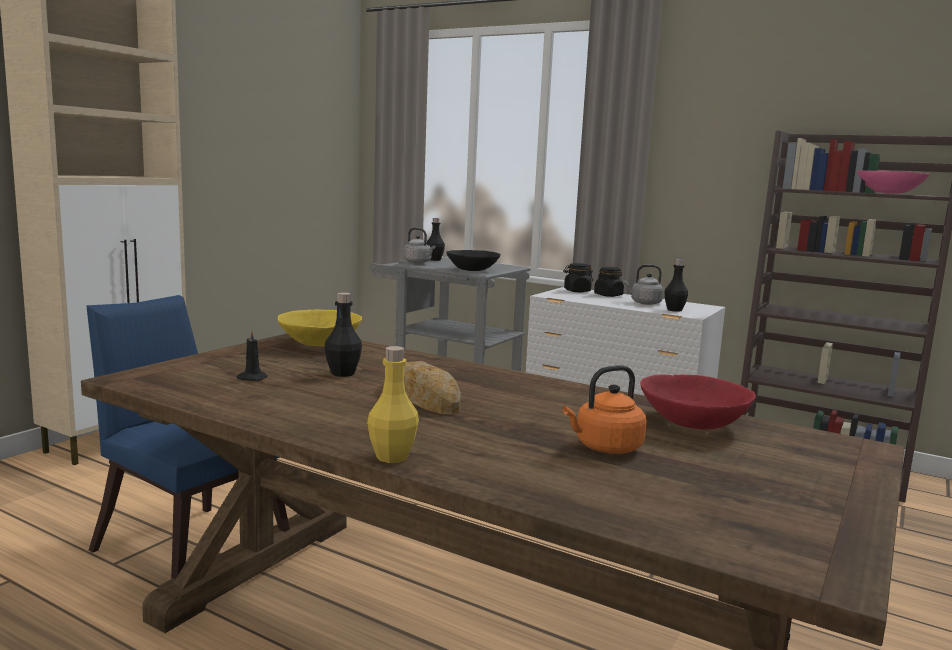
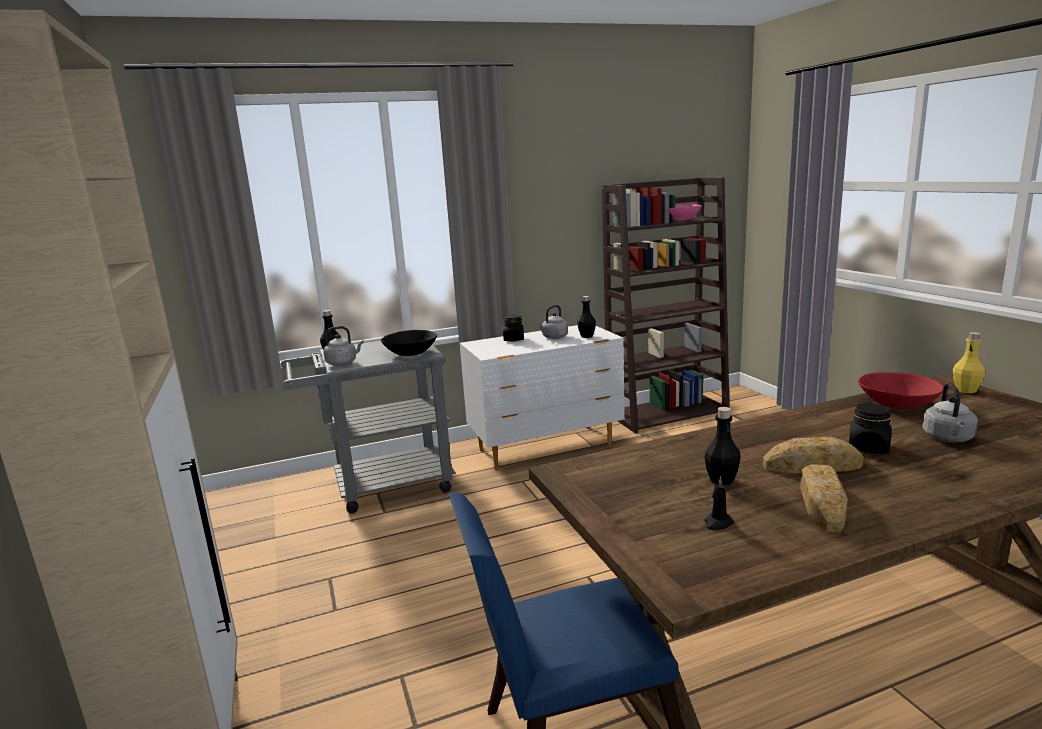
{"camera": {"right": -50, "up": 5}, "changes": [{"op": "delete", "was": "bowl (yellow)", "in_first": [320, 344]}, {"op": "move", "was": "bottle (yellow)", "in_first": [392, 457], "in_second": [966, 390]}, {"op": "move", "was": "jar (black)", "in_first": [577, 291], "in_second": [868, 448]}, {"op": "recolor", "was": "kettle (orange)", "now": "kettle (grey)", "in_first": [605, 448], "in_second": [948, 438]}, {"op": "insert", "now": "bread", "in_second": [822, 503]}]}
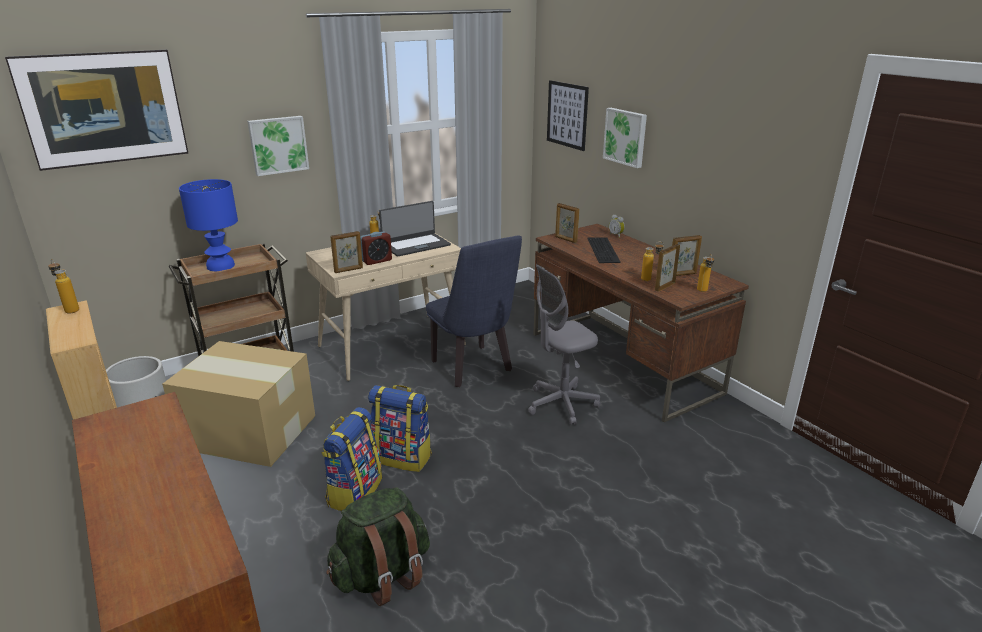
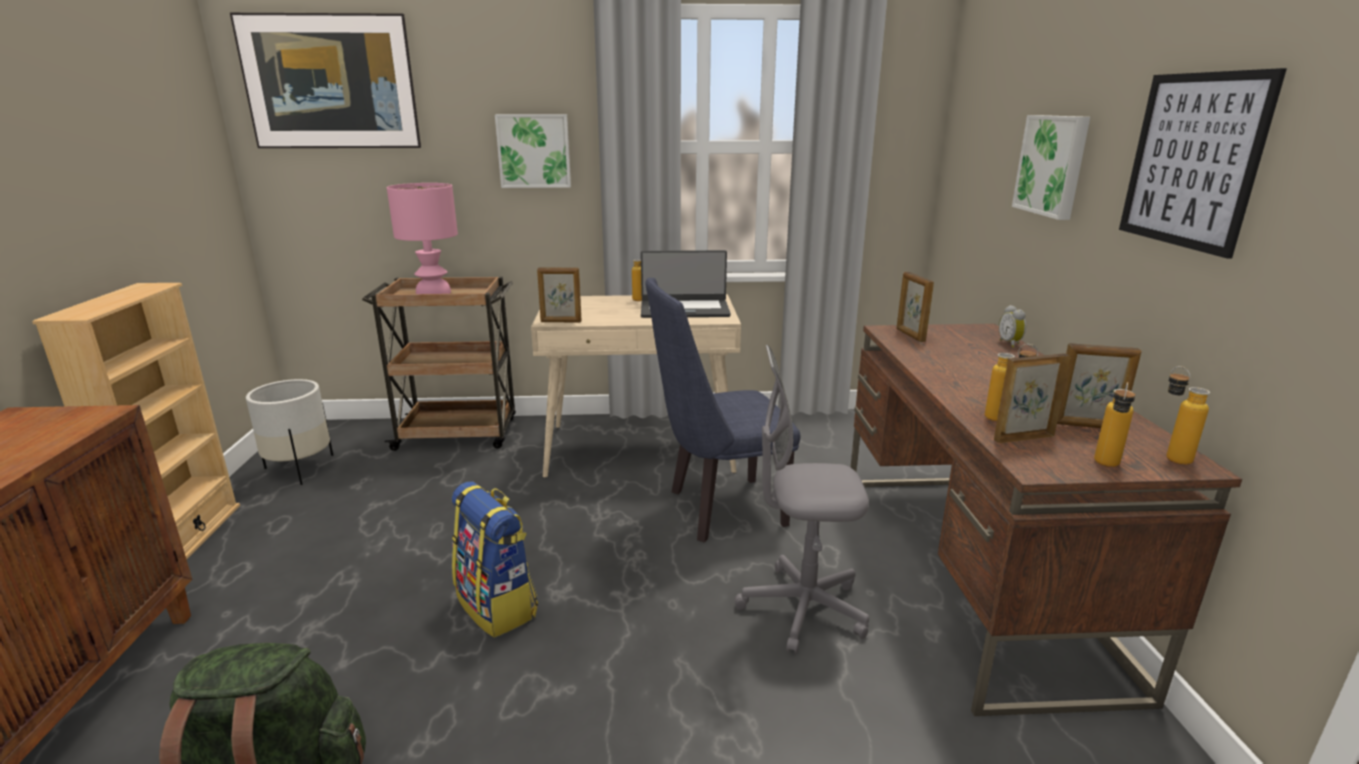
{"camera": {"right": 30, "up": -5}, "changes": [{"op": "move", "was": "bottle", "in_first": [70, 309], "in_second": [1169, 456]}, {"op": "delete", "was": "cardboard box", "in_first": [248, 431]}, {"op": "recolor", "was": "table lamp (blue)", "now": "table lamp (pink)", "in_first": [221, 266], "in_second": [434, 293]}, {"op": "delete", "was": "backpack", "in_first": [354, 491]}, {"op": "delete", "was": "alarm clock", "in_first": [377, 261]}, {"op": "rotate", "was": "chair (blue)", "in_first": [474, 369], "in_second": [717, 510], "clockwise": 75}, {"op": "move", "was": "picture", "in_first": [567, 115], "in_second": [1192, 160]}, {"op": "delete", "was": "keyboard", "in_first": [604, 250]}]}
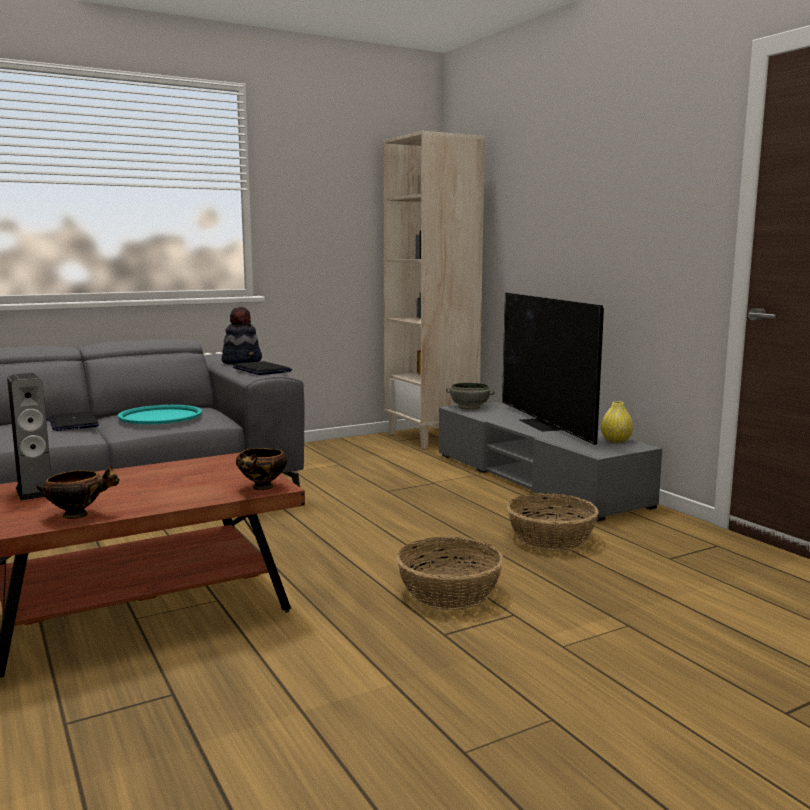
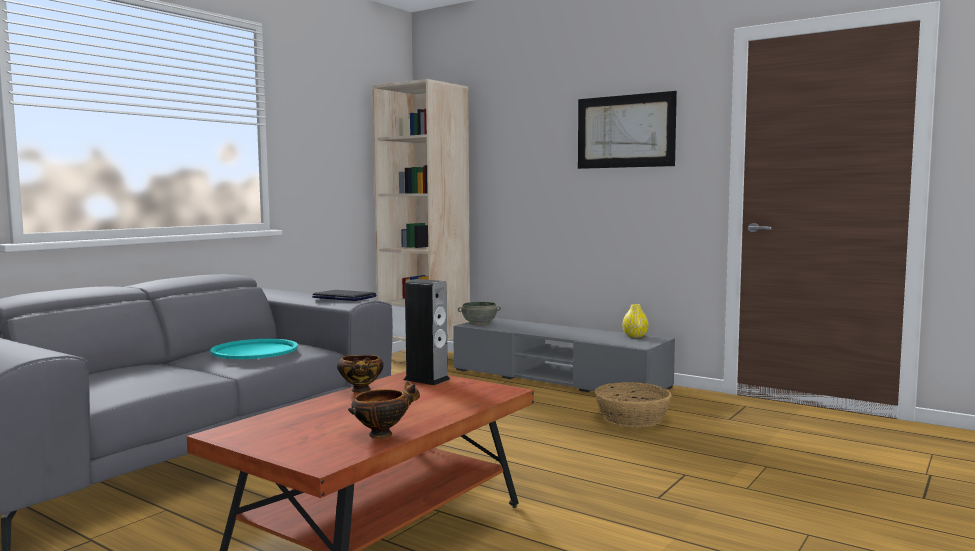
{"camera": {"right": -25, "up": -5}, "changes": [{"op": "move", "was": "speaker", "in_first": [35, 491], "in_second": [427, 379]}, {"op": "delete", "was": "laptop", "in_first": [73, 423]}, {"op": "delete", "was": "hat", "in_first": [242, 362]}, {"op": "move", "was": "bowl", "in_first": [262, 488], "in_second": [361, 390]}, {"op": "delete", "was": "basket", "in_first": [450, 592]}, {"op": "delete", "was": "television", "in_first": [544, 424]}, {"op": "insert", "now": "picture", "in_second": [625, 131]}]}
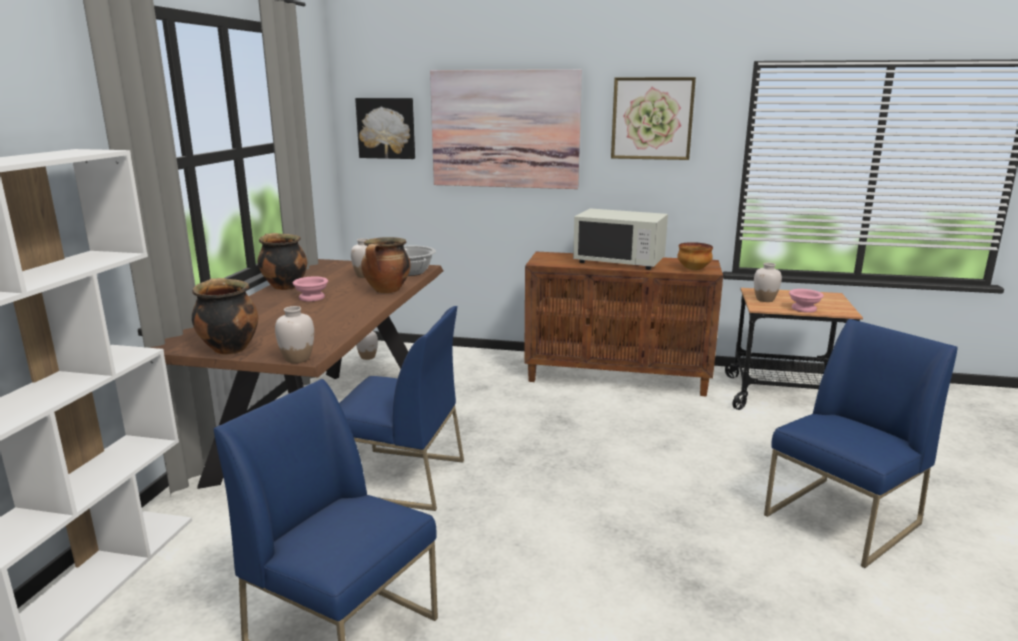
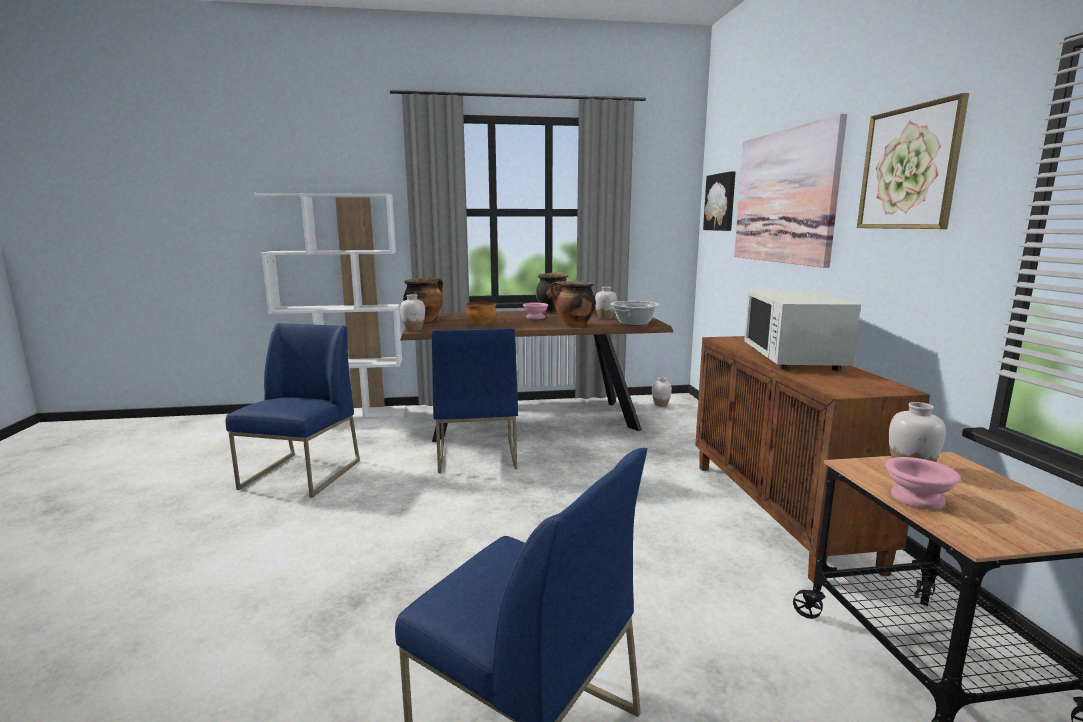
{"camera": {"right": 70, "up": -5}, "changes": [{"op": "move", "was": "bowl", "in_first": [693, 269], "in_second": [482, 325]}]}
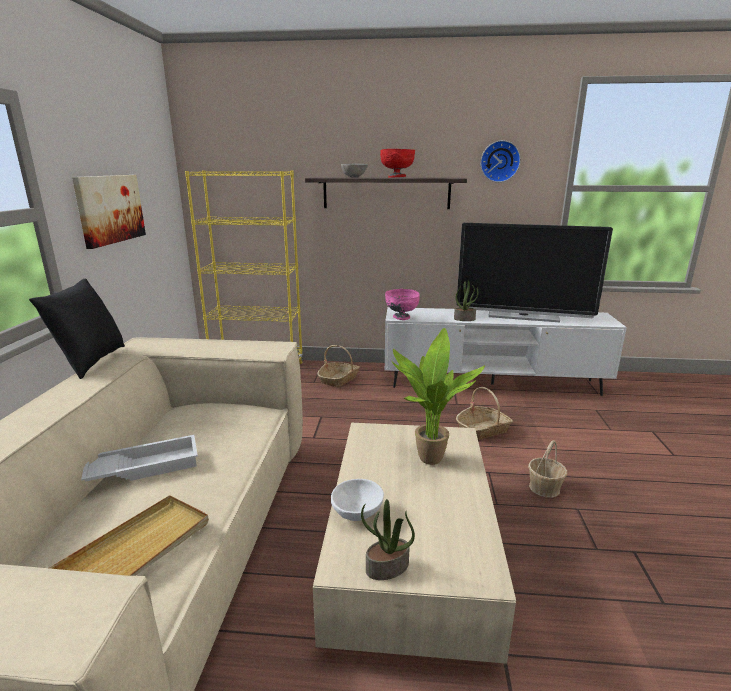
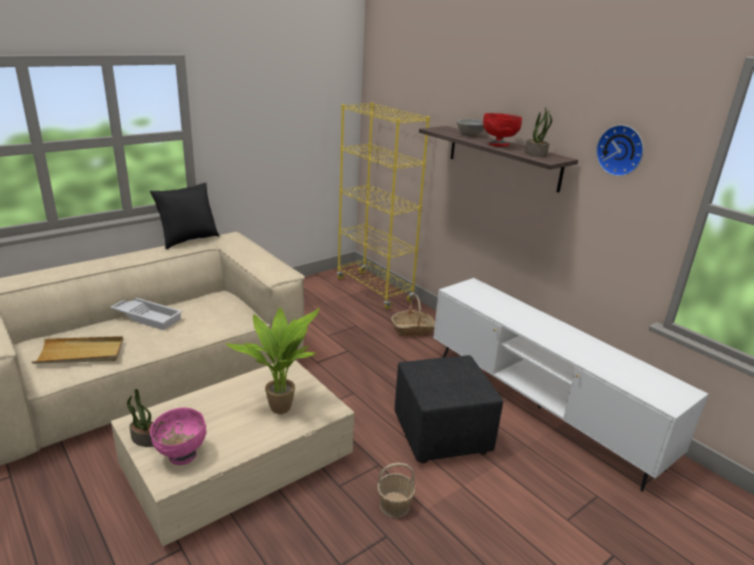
{"camera": {"right": 45, "up": 5}, "changes": [{"op": "delete", "was": "picture", "in_first": [110, 209]}, {"op": "delete", "was": "bowl (white)", "in_first": [358, 514]}, {"op": "move", "was": "bowl (pink)", "in_first": [401, 317], "in_second": [181, 456]}, {"op": "move", "was": "potted plant", "in_first": [464, 319], "in_second": [536, 154]}, {"op": "delete", "was": "television", "in_first": [523, 316]}, {"op": "replace", "was": "basket", "now": "ottoman (black)", "in_first": [483, 429], "in_second": [442, 435]}]}
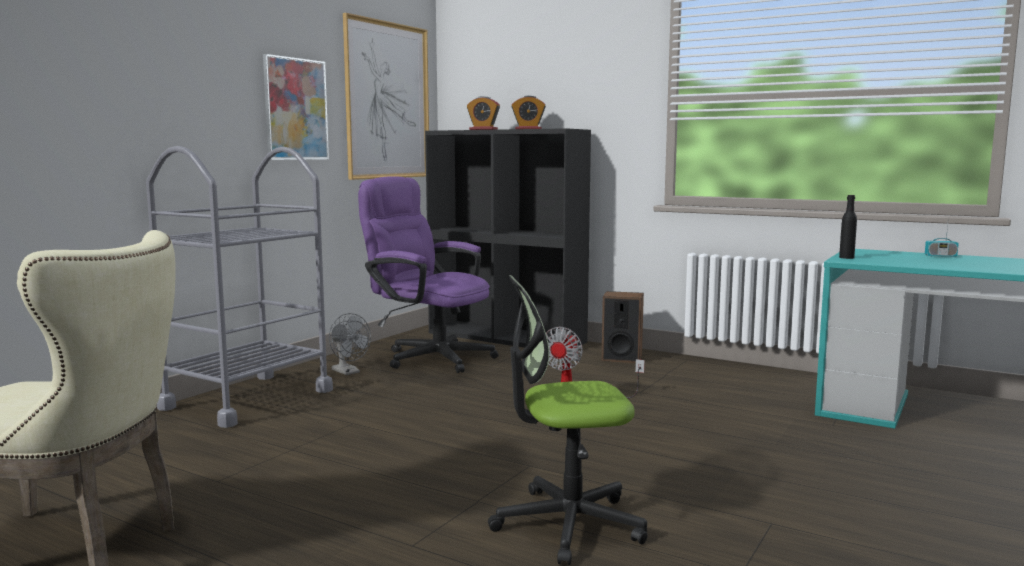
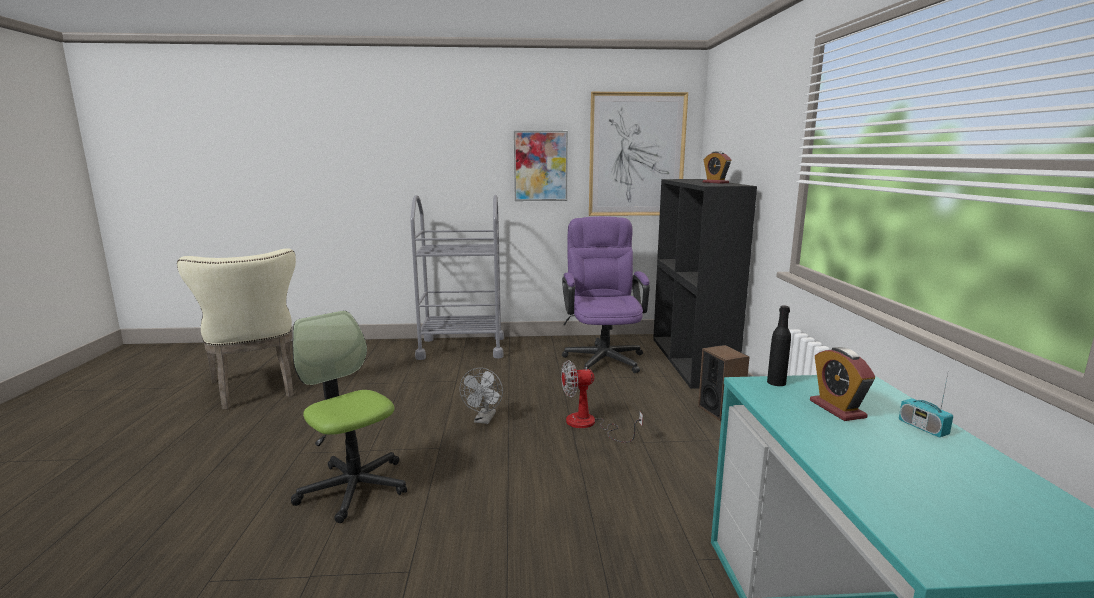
{"camera": {"right": 55, "up": 5}, "changes": [{"op": "move", "was": "fan (grey)", "in_first": [348, 372], "in_second": [484, 420]}, {"op": "move", "was": "alarm clock", "in_first": [483, 129], "in_second": [837, 409]}]}
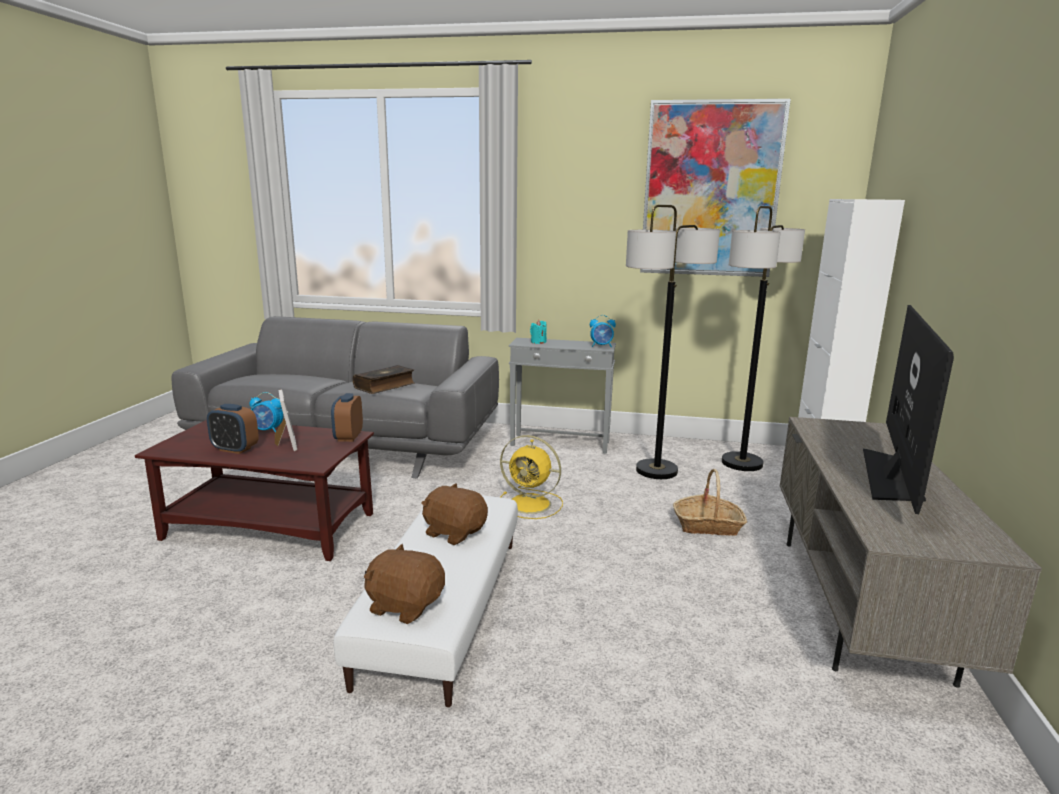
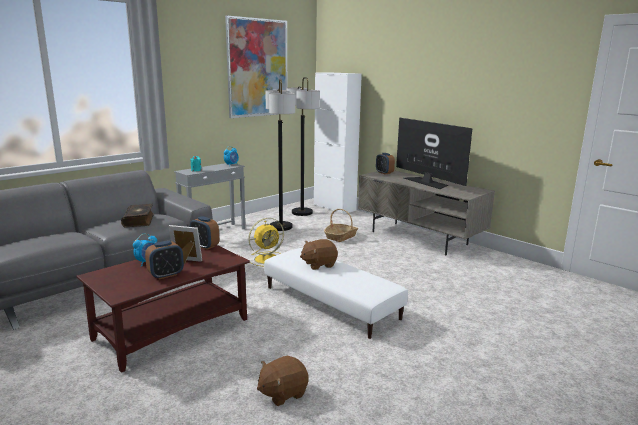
{"camera": {"right": -55, "up": 0}, "changes": [{"op": "move", "was": "plush toy (brown)", "in_first": [405, 605], "in_second": [282, 393]}, {"op": "insert", "now": "alarm clock", "in_second": [384, 173]}]}
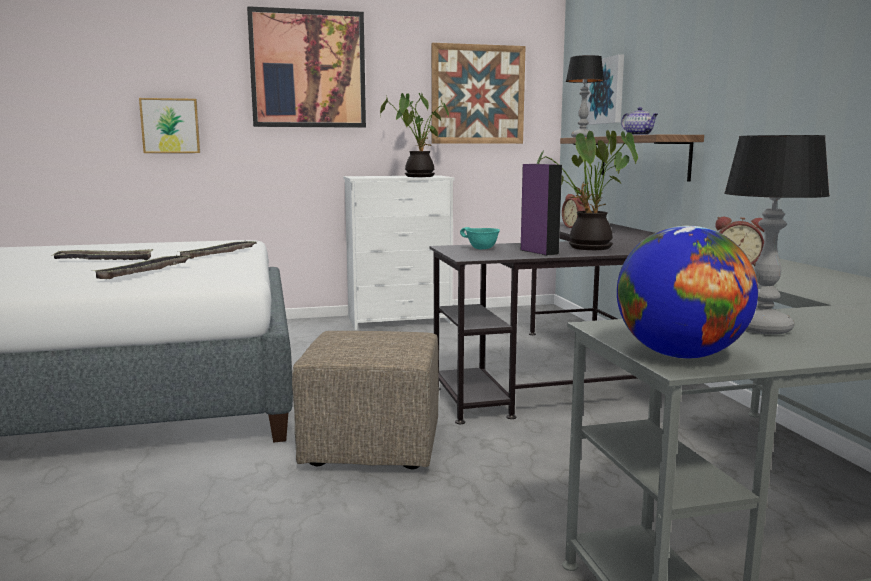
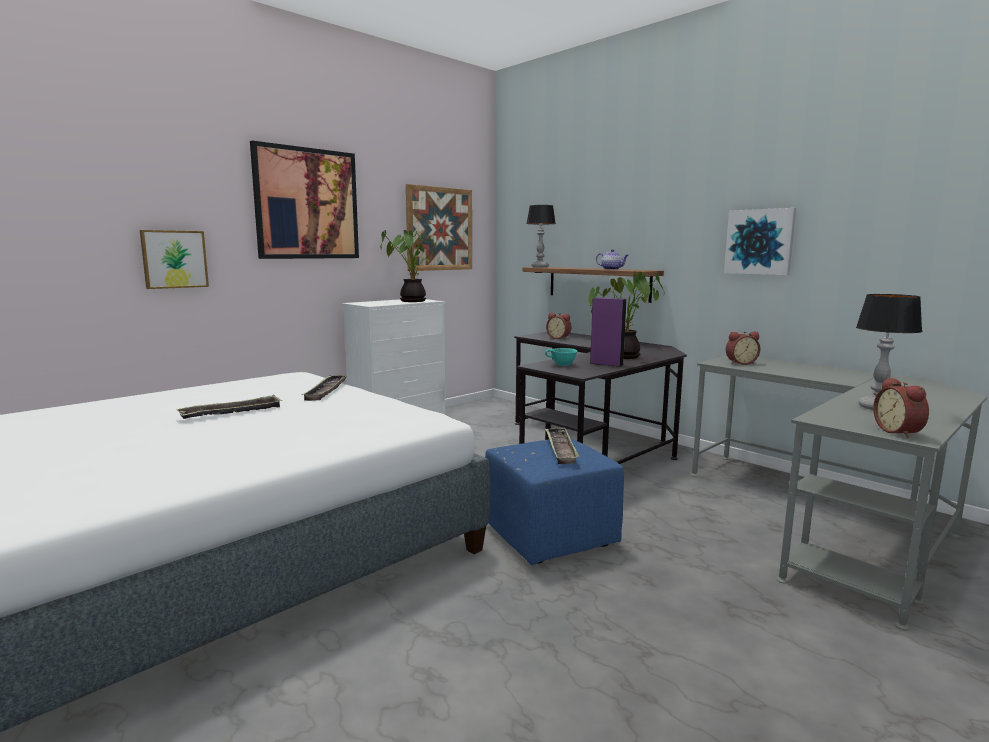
{"camera": {"right": -30, "up": 0}, "changes": [{"op": "move", "was": "tray", "in_first": [145, 271], "in_second": [560, 449]}, {"op": "recolor", "was": "ottoman (beige)", "now": "ottoman (blue)", "in_first": [374, 445], "in_second": [551, 536]}, {"op": "move", "was": "picture", "in_first": [606, 91], "in_second": [759, 242]}, {"op": "replace", "was": "globe", "now": "alarm clock", "in_first": [680, 355], "in_second": [899, 432]}]}
